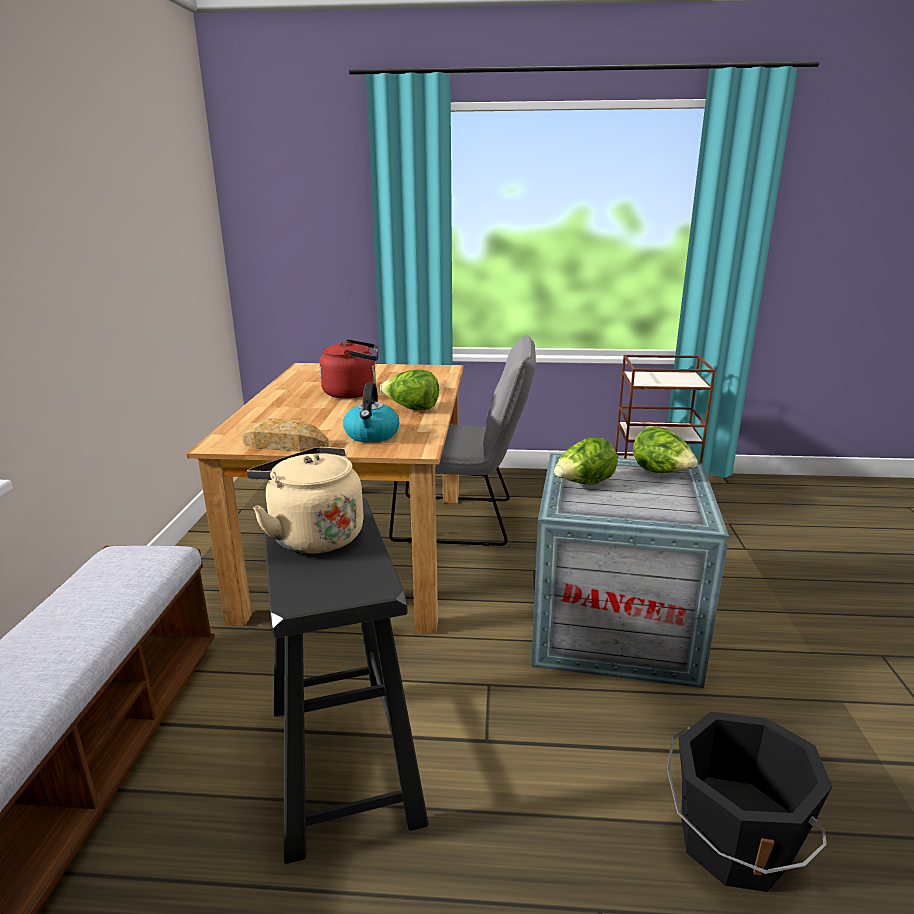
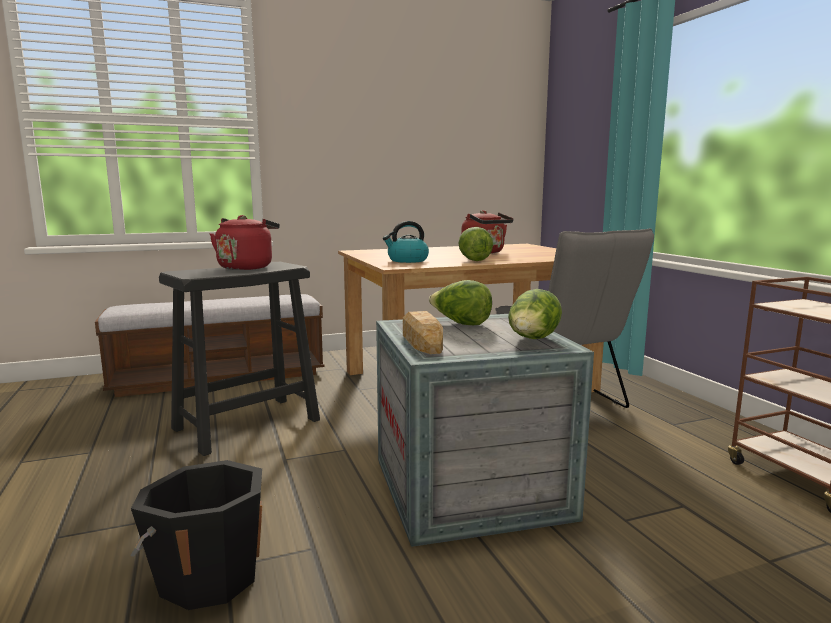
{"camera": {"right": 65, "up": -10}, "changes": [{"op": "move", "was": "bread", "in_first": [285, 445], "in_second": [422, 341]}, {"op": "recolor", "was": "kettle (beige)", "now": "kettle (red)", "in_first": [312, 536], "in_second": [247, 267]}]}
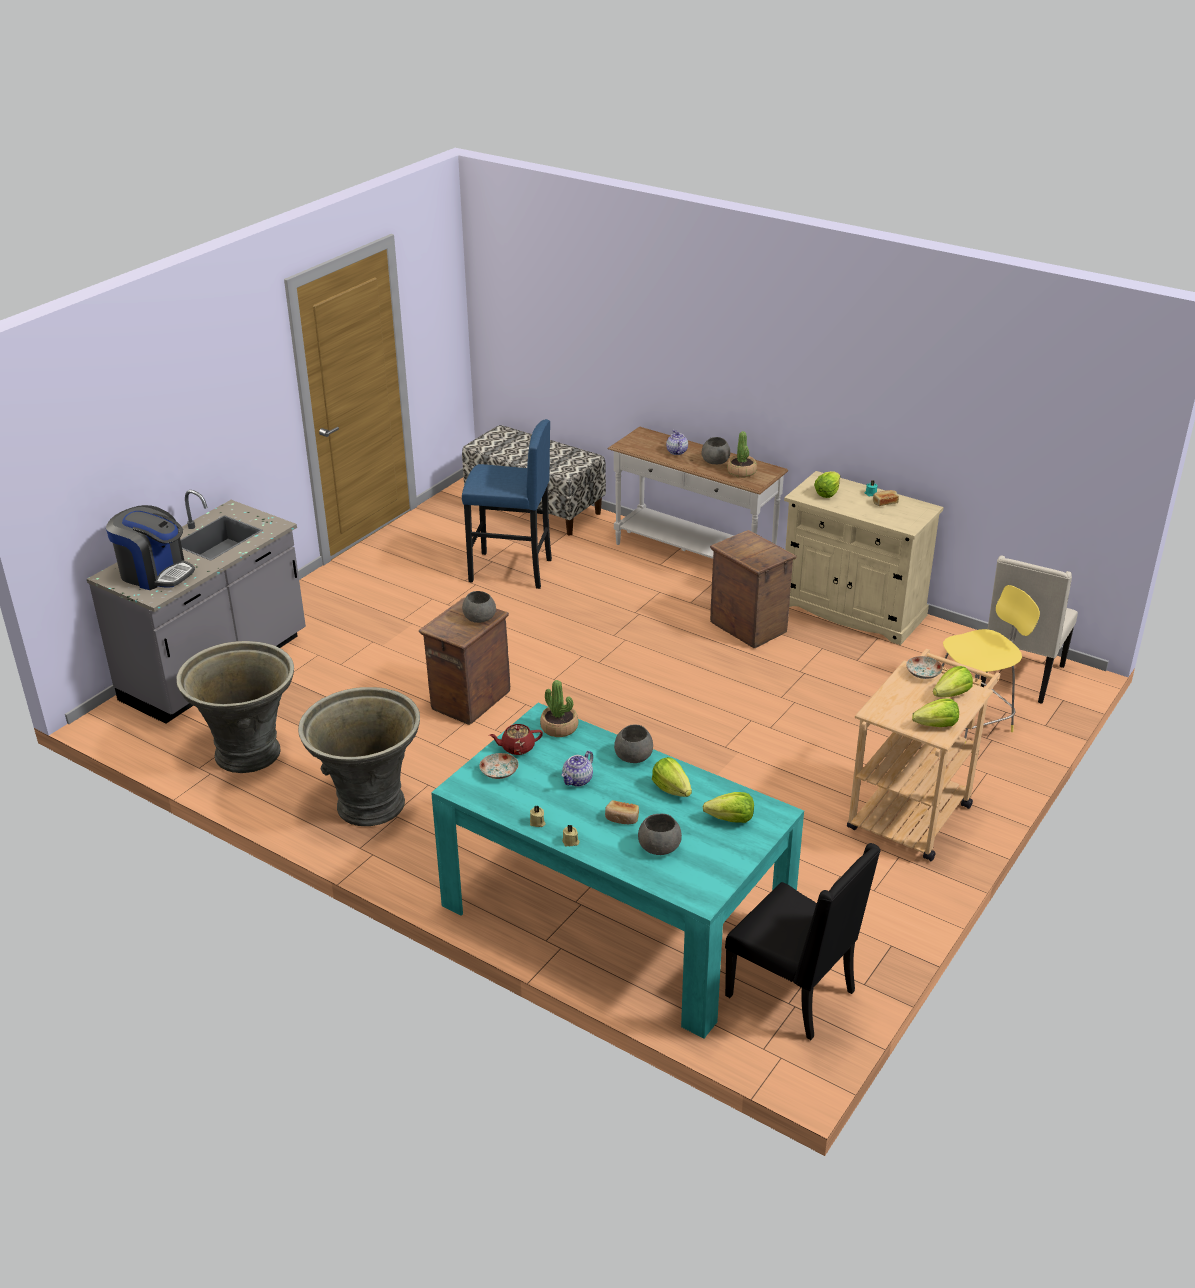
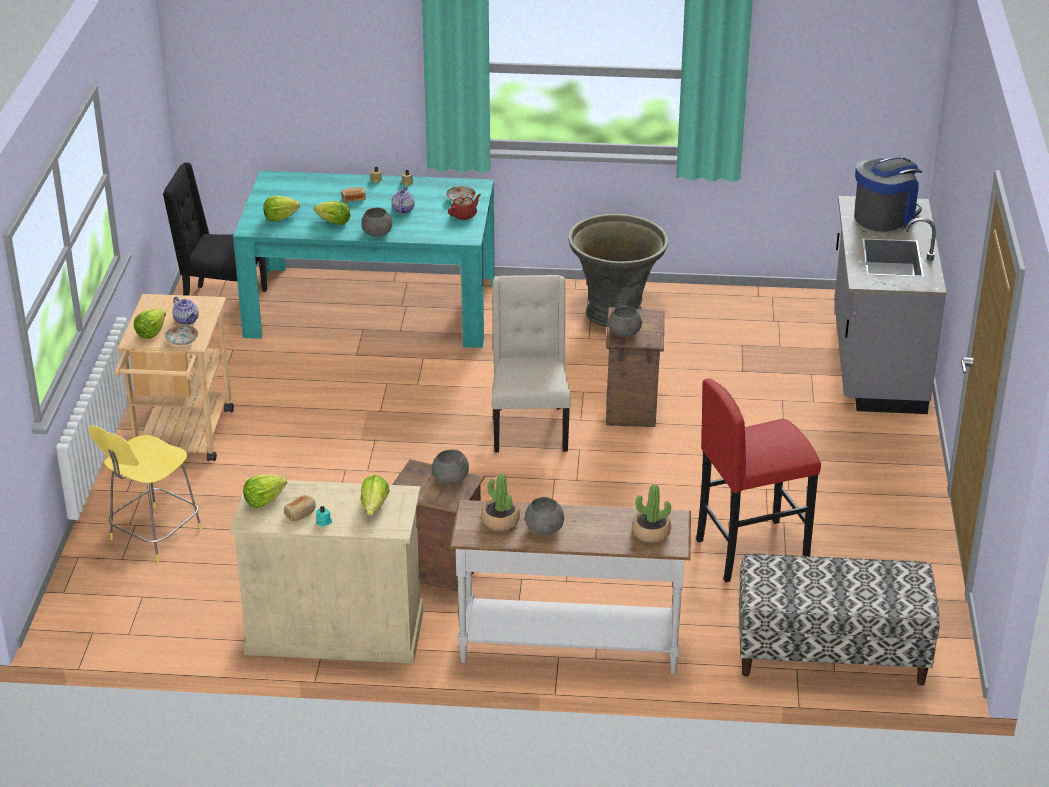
{"camera": {"right": 150, "up": 0}, "changes": [{"op": "rotate", "was": "coffee machine", "in_first": [155, 573], "in_second": [885, 217], "clockwise": 150}, {"op": "delete", "was": "planter (grey)", "in_first": [250, 753]}, {"op": "recolor", "was": "stool (blue)", "now": "stool (red)", "in_first": [510, 571], "in_second": [751, 550]}, {"op": "move", "was": "potted plant", "in_first": [559, 727], "in_second": [651, 532]}, {"op": "move", "was": "bowl (grey)", "in_first": [658, 847], "in_second": [451, 478]}, {"op": "move", "was": "teapot", "in_first": [676, 451], "in_second": [187, 320]}, {"op": "move", "was": "lettuce", "in_first": [936, 725], "in_second": [264, 500]}, {"op": "move", "was": "chair (beige)", "in_first": [1020, 677], "in_second": [529, 428]}]}
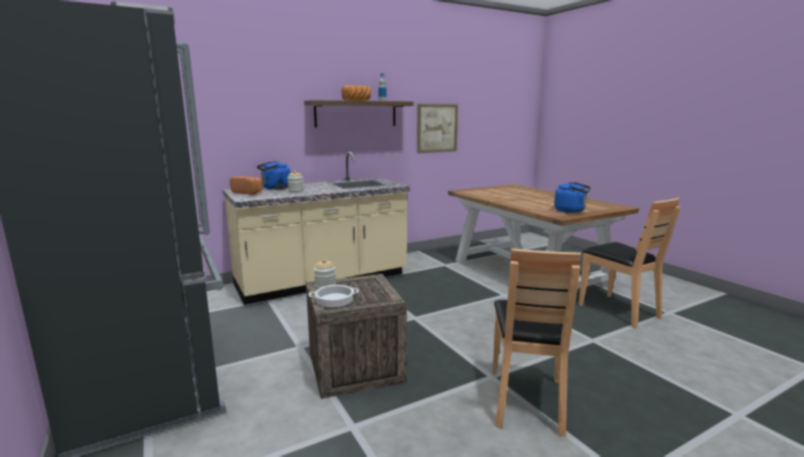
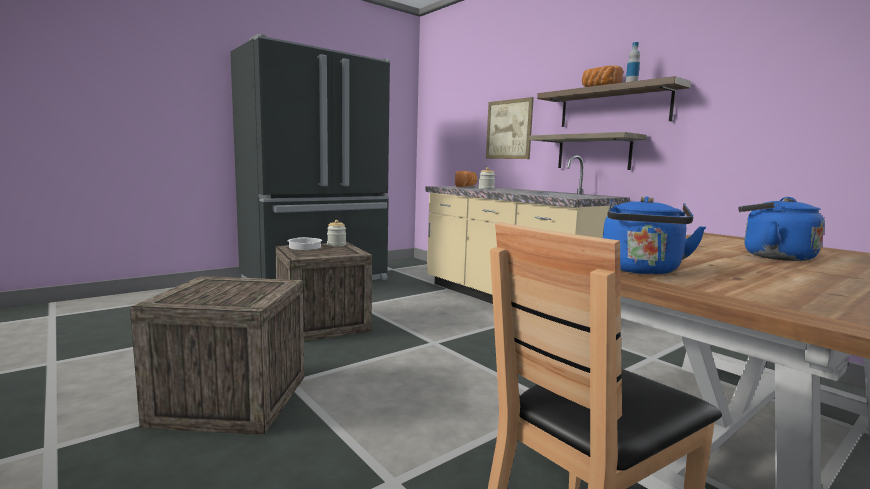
{"camera": {"right": 80, "up": -5}, "changes": [{"op": "move", "was": "kettle (blue)", "in_first": [275, 188], "in_second": [772, 256]}, {"op": "move", "was": "picture", "in_first": [437, 128], "in_second": [509, 129]}, {"op": "replace", "was": "chair (brown)", "now": "crate", "in_first": [527, 401], "in_second": [231, 400]}, {"op": "insert", "now": "shelf", "in_second": [593, 152]}]}
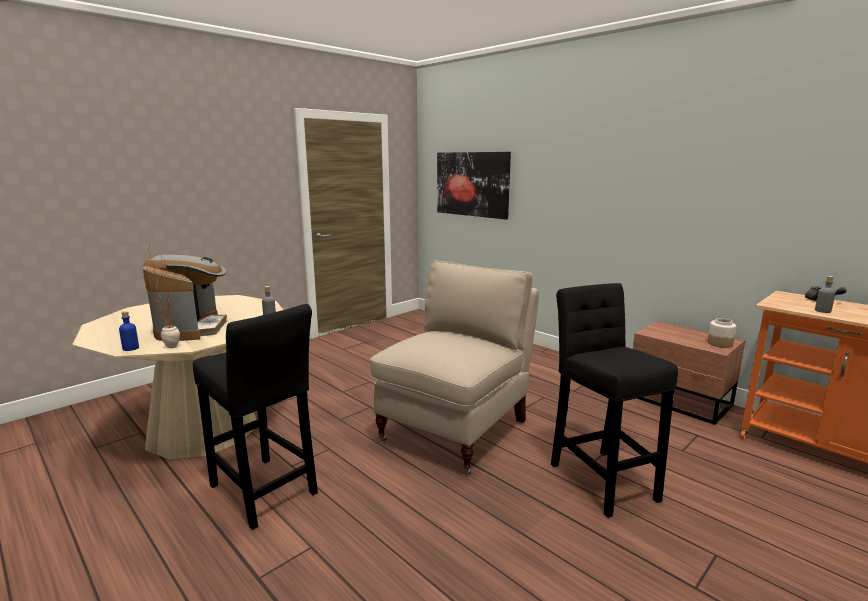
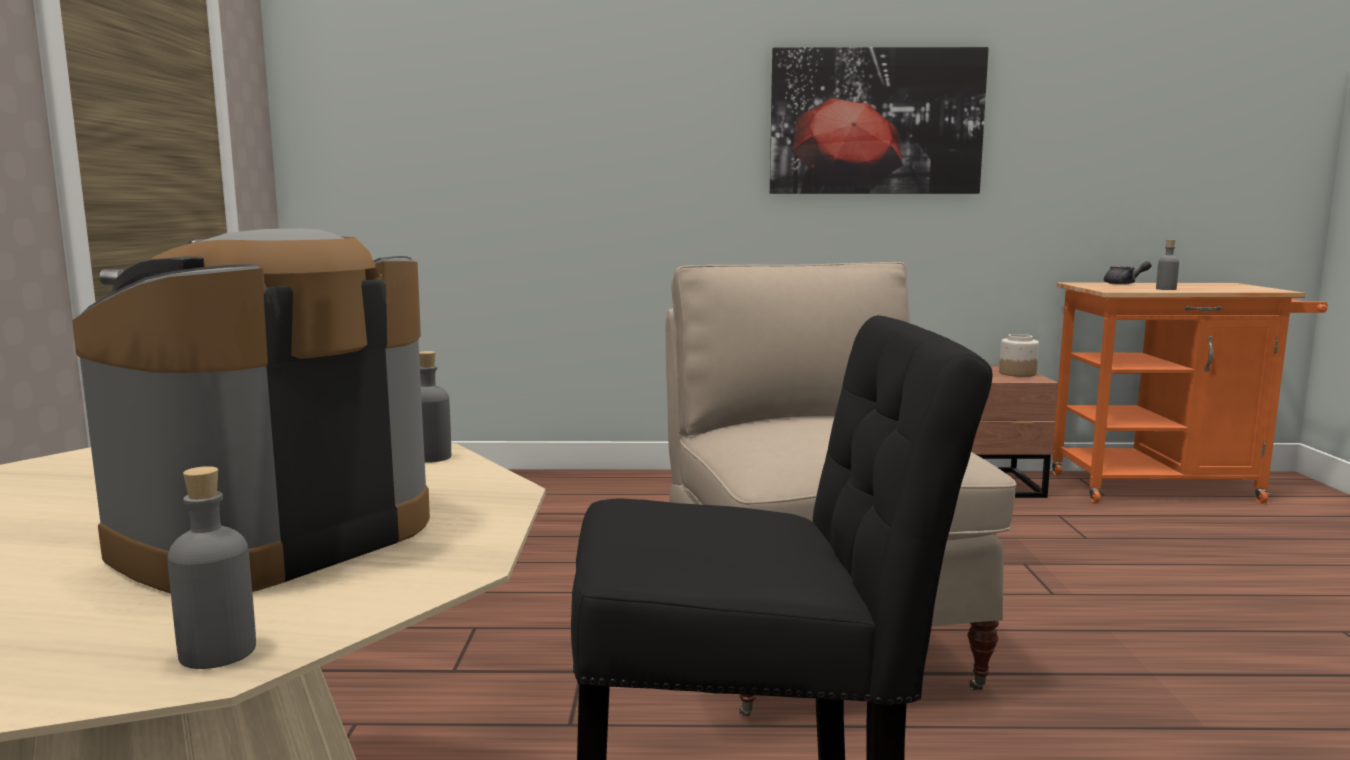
{"camera": {"right": -45, "up": -5}, "changes": [{"op": "recolor", "was": "bottle (blue)", "now": "bottle (grey)", "in_first": [131, 348], "in_second": [218, 652]}, {"op": "delete", "was": "potted plant", "in_first": [166, 347]}, {"op": "rotate", "was": "coffee machine", "in_first": [192, 329], "in_second": [274, 536], "clockwise": -90}, {"op": "move", "was": "picture", "in_first": [472, 184], "in_second": [876, 122]}, {"op": "delete", "was": "stool (black)", "in_first": [600, 478]}]}
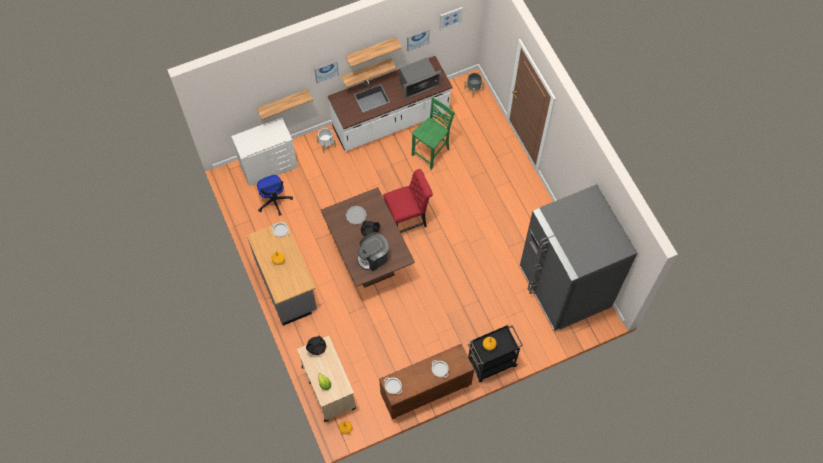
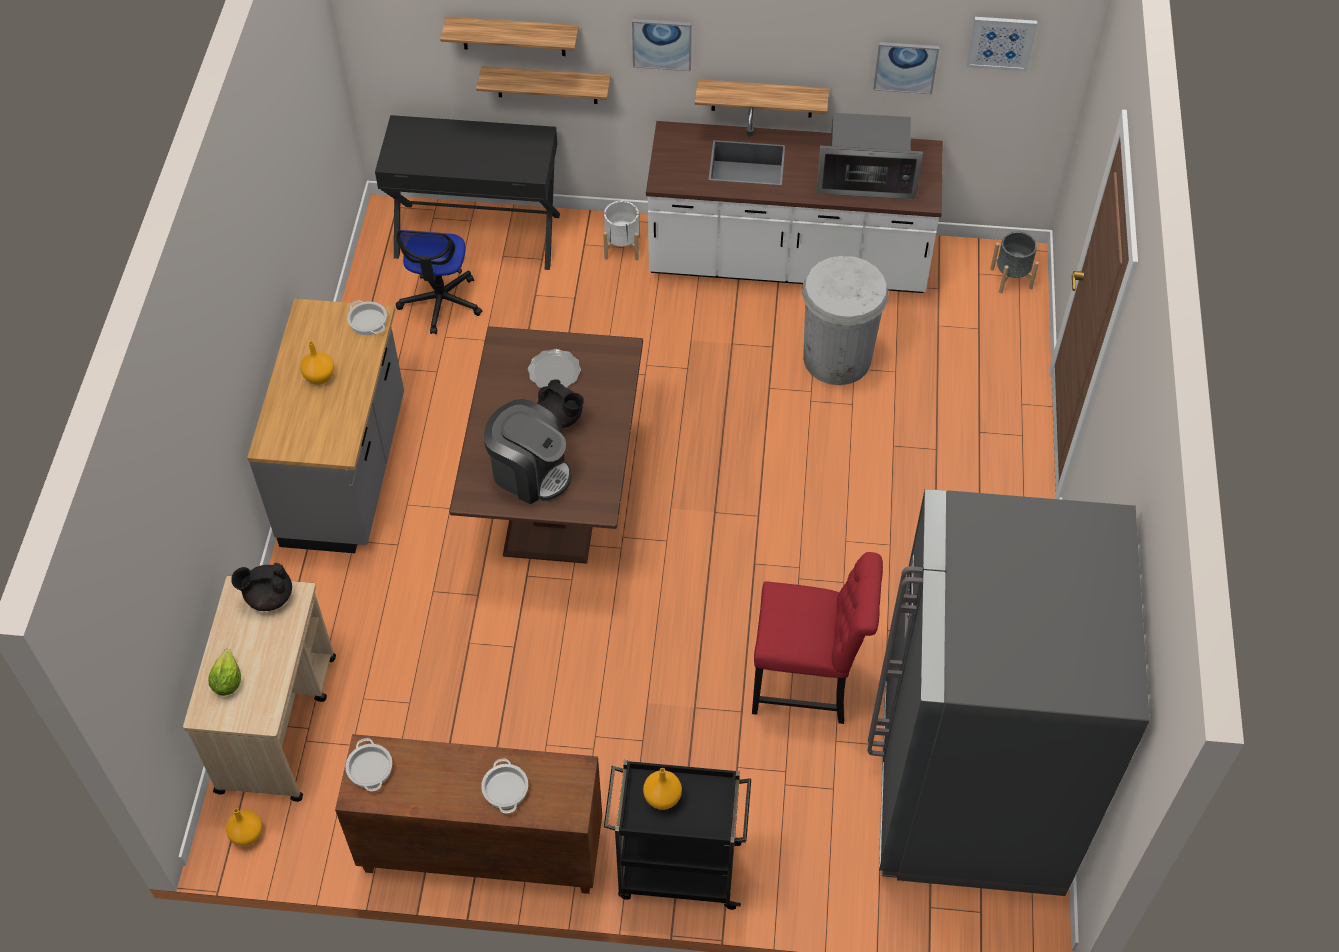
{"camera": {"right": 30, "up": -10}, "changes": [{"op": "replace", "was": "dresser (white)", "now": "desk (black)", "in_first": [268, 166], "in_second": [478, 234]}, {"op": "move", "was": "shelf", "in_first": [371, 50], "in_second": [513, 36]}, {"op": "rotate", "was": "coffee machine", "in_first": [373, 257], "in_second": [530, 472], "clockwise": -150}, {"op": "move", "was": "chair (red)", "in_first": [408, 219], "in_second": [808, 684]}, {"op": "replace", "was": "chair (green)", "now": "trash can (white)", "in_first": [432, 152], "in_second": [837, 358]}]}
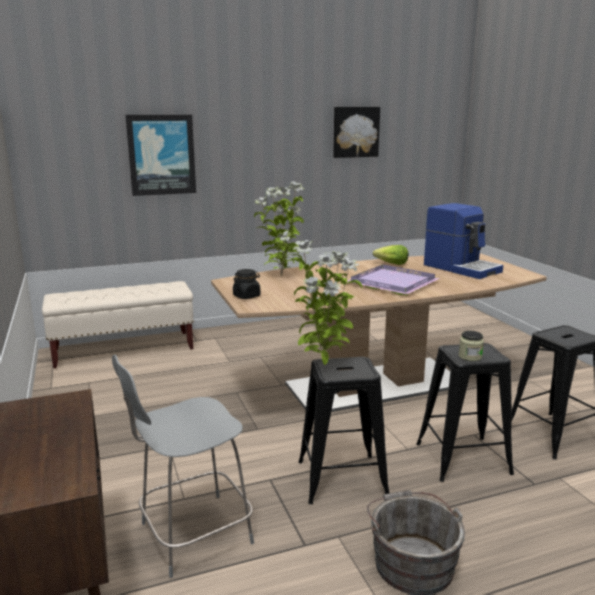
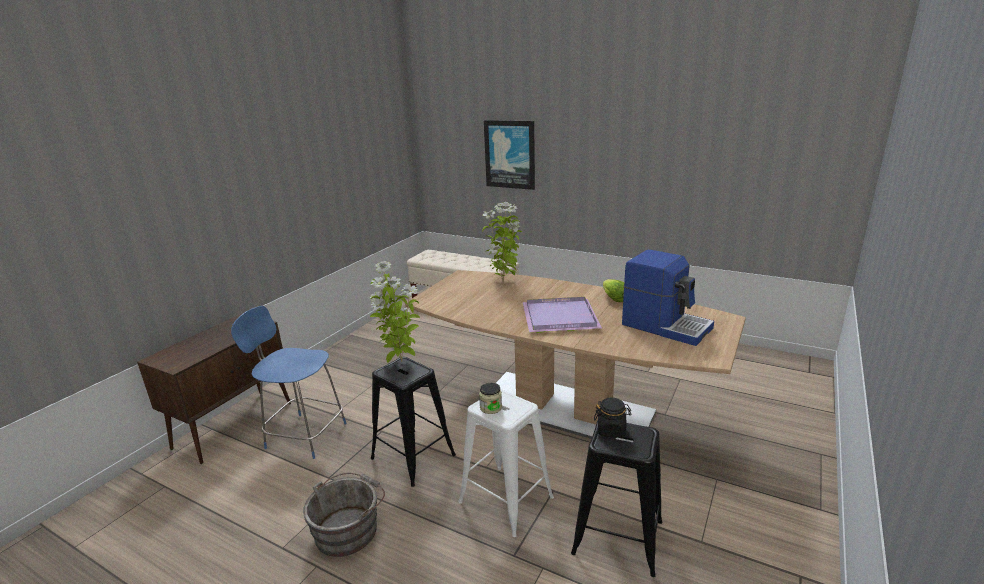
{"camera": {"right": 50, "up": 5}, "changes": [{"op": "recolor", "was": "chair (grey)", "now": "chair (blue)", "in_first": [192, 534], "in_second": [304, 435]}, {"op": "move", "was": "jar (black)", "in_first": [246, 296], "in_second": [611, 430]}, {"op": "delete", "was": "picture", "in_first": [355, 132]}, {"op": "recolor", "was": "stool (black)", "now": "stool (white)", "in_first": [463, 458], "in_second": [506, 500]}, {"op": "rotate", "was": "coffee machine", "in_first": [461, 268], "in_second": [666, 326], "clockwise": -60}]}
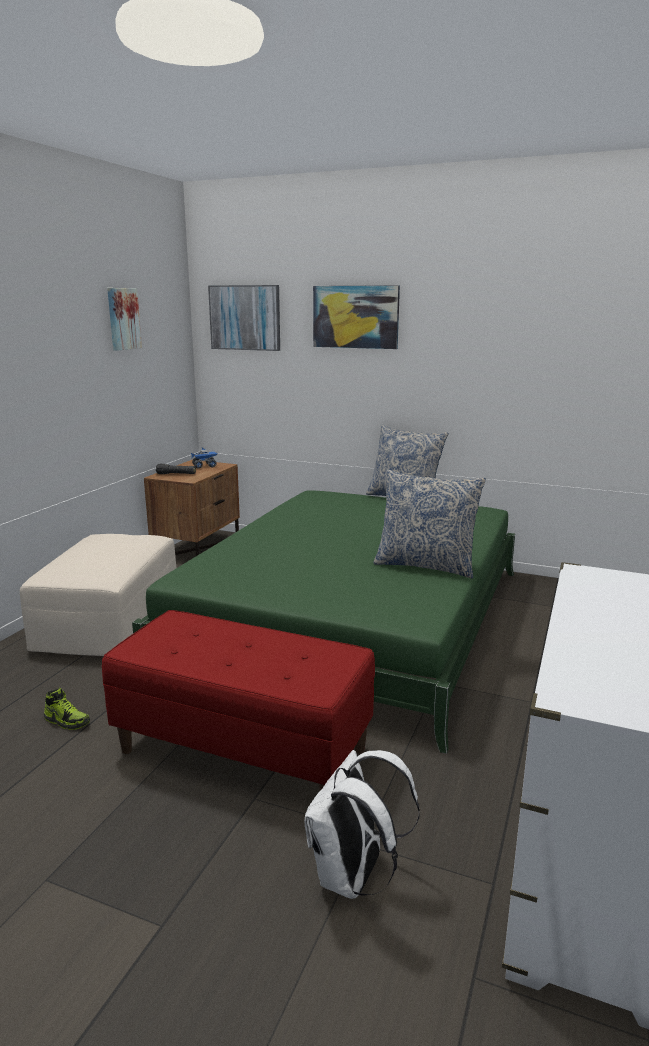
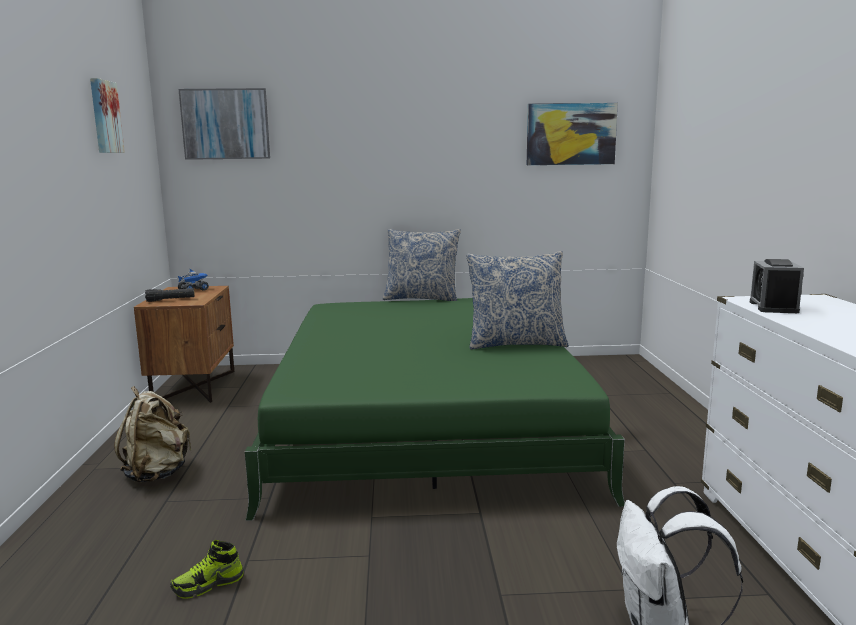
{"camera": {"right": -25, "up": -5}, "changes": [{"op": "replace", "was": "ottoman (beige)", "now": "backpack (beige)", "in_first": [110, 622], "in_second": [157, 474]}, {"op": "rotate", "was": "shoe", "in_first": [67, 721], "in_second": [208, 585], "clockwise": 150}, {"op": "delete", "was": "bench (red)", "in_first": [244, 750]}, {"op": "move", "was": "picture", "in_first": [355, 317], "in_second": [571, 134]}, {"op": "insert", "now": "alarm clock", "in_second": [773, 307]}]}
